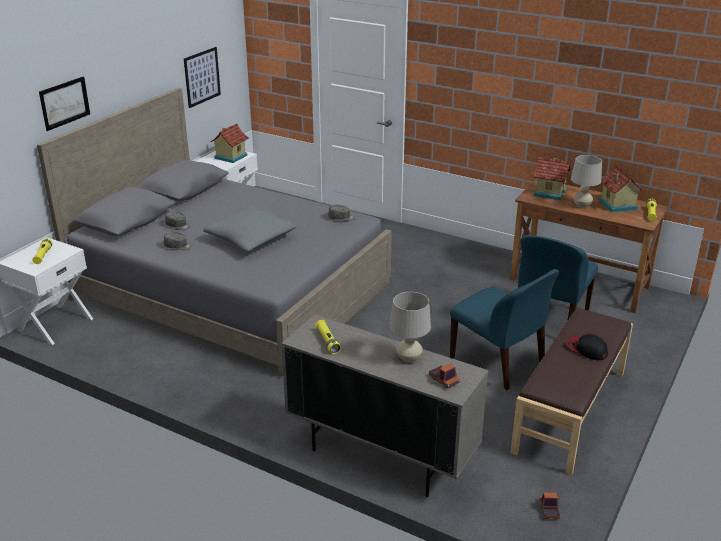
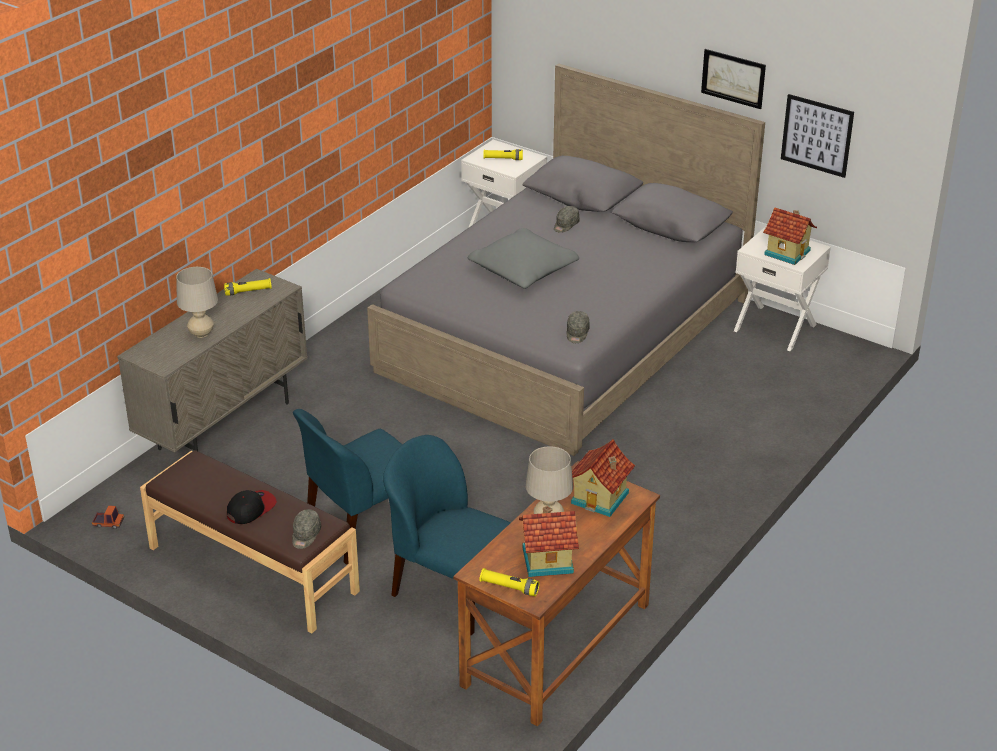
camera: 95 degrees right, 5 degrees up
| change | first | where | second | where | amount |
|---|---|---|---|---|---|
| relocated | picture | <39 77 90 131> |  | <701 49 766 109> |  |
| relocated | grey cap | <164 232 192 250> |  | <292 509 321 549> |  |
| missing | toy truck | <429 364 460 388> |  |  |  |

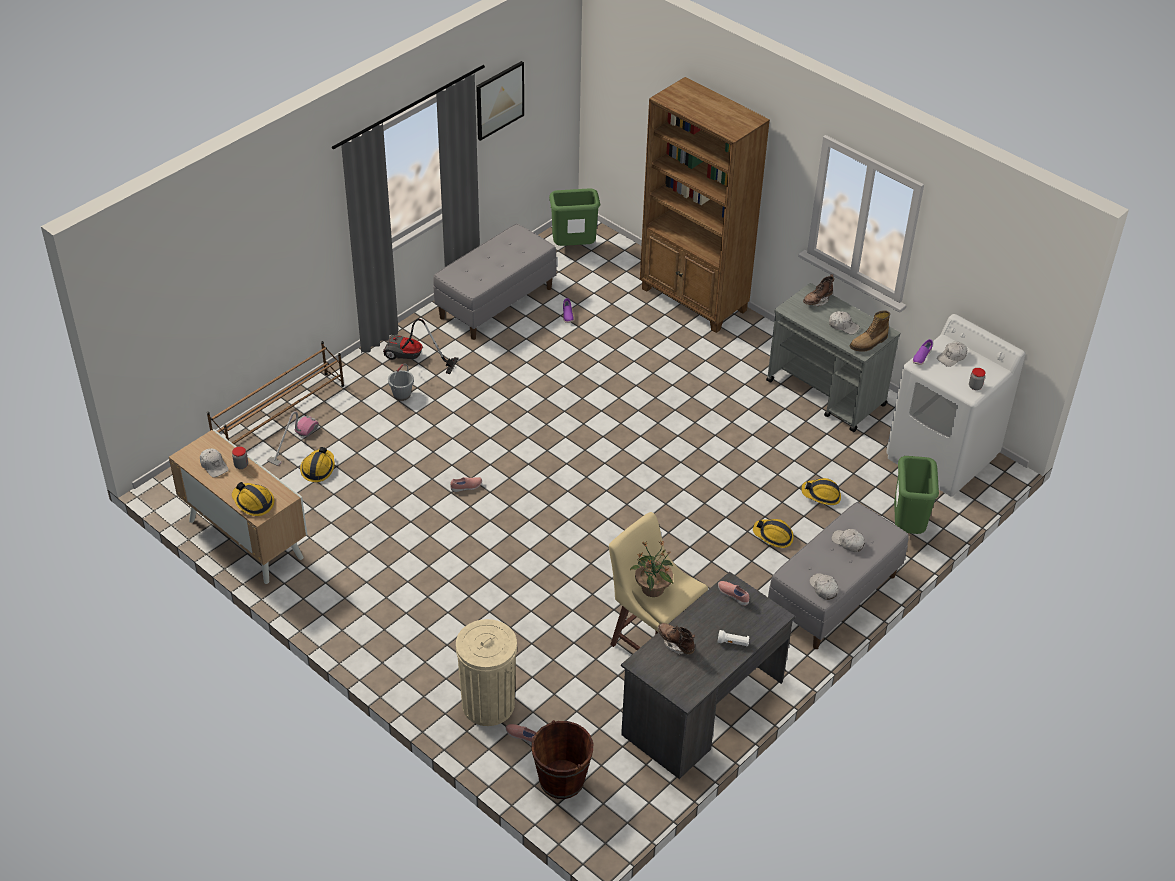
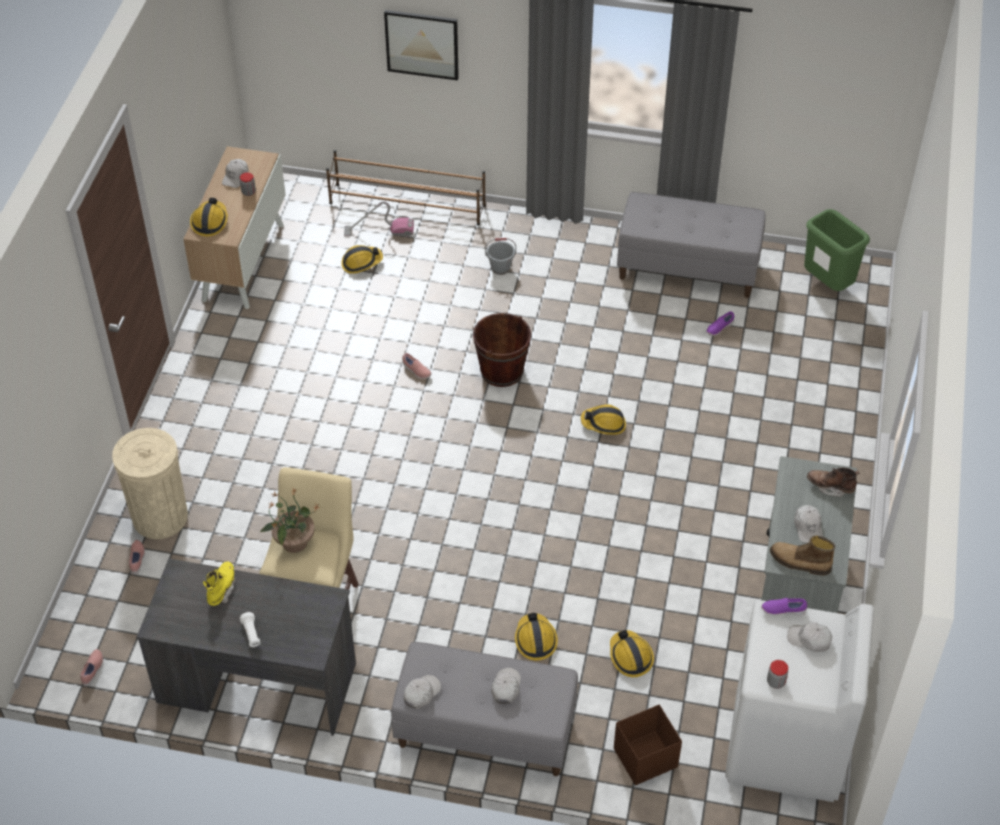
camera: 60 degrees right, 5 degrees up
| change | first | where | second | where | amount |
|---|---|---|---|---|---|
| relocated | picture | <476 61 524 141> |  | <384 10 459 81> |  |
| missing | brown bookcase | <640 77 770 333> |  |  |  |
| missing | vacuum cleaner | <383 319 459 374> |  |  |  |
| exchanged | green trash can | <894 456 939 534> | brown storage box | <614 704 682 786> |  |
| relocated | pink shoe | <718 581 749 606> |  | <80 649 103 687> |  |
| colour | brown boot | <658 623 695 655> | yellow boot | <203 562 236 606> |  |
| relocated | brown bucket | <531 720 593 799> |  | <473 313 531 387> |  |
| appeared |  |  | hard hat | <581 404 626 435> |  |

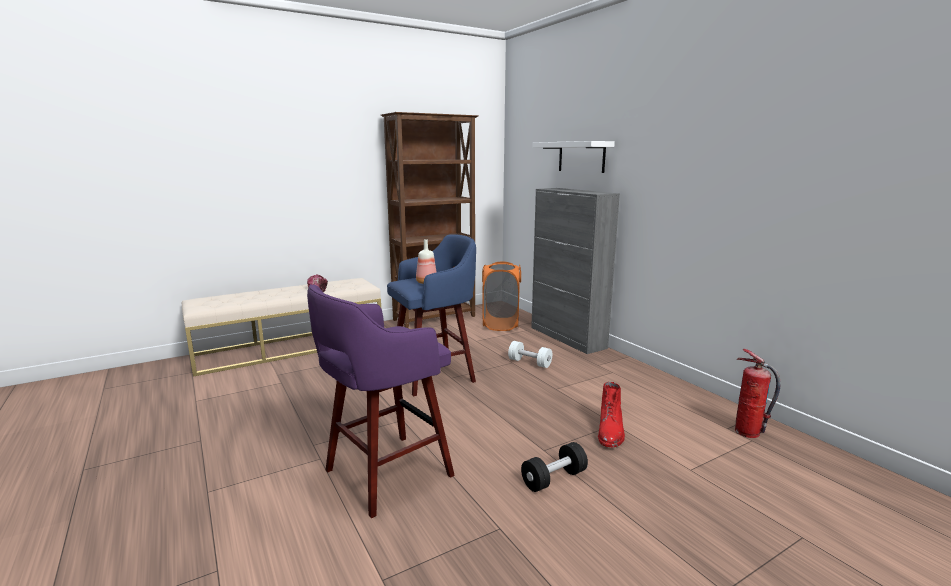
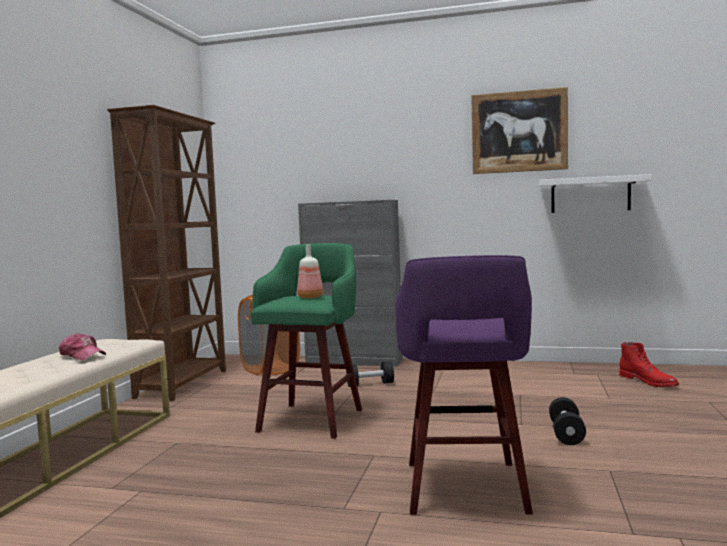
camera: 45 degrees left, 10 degrees down
| change | first | where | second | where | amount |
|---|---|---|---|---|---|
| relocated | white shelf | <532 141 615 173> |  | <539 174 652 213> |  |
| colour | blue stool | <387 234 476 396> | green stool | <251 243 362 439> |  |
| colour | white dumbbell | <508 341 552 368> | black dumbbell | <346 361 394 387> |  |
| missing | fire extinguisher | <735 349 781 438> |  |  |  |
| relocated | red boot | <598 382 625 448> |  | <619 342 679 387> |  |
| appeared |  |  | picture | <471 87 568 174> |  |

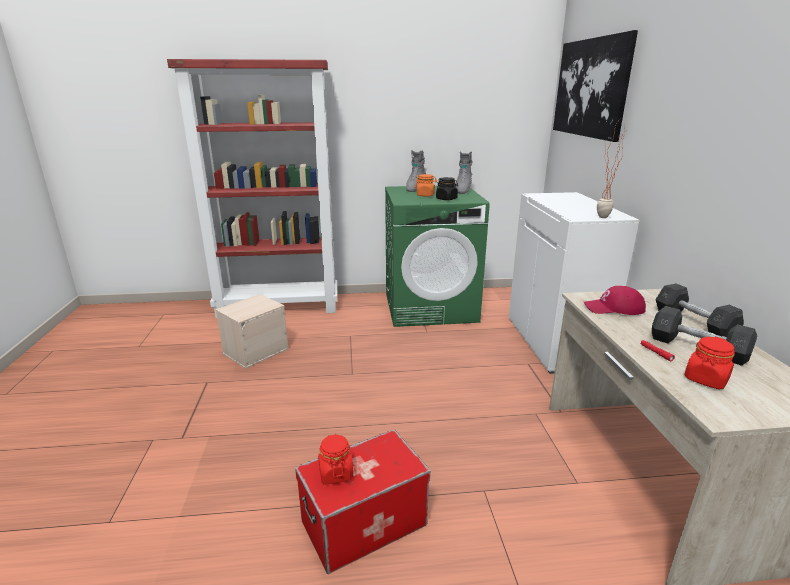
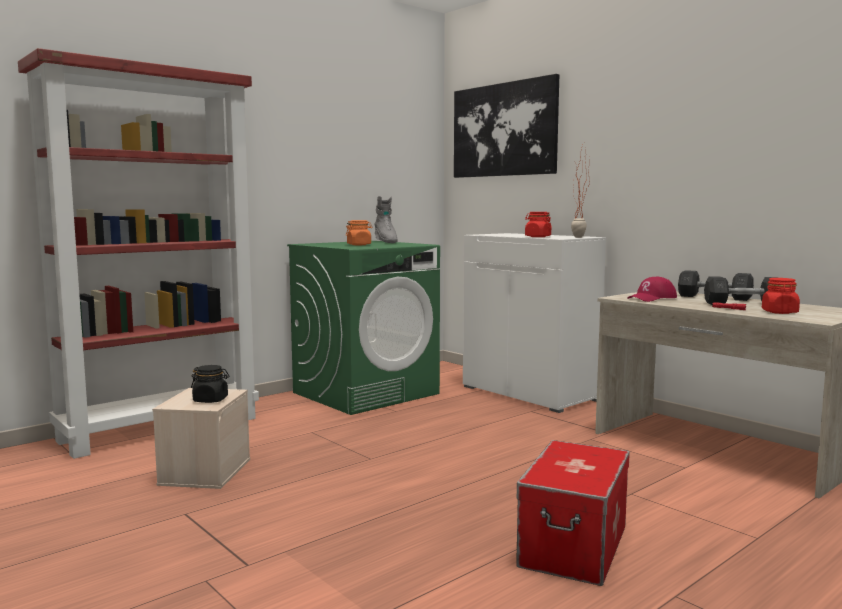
camera: 35 degrees left, 15 degrees down
| change | first | where | second | where | amount |
|---|---|---|---|---|---|
| missing | grey boot | <406 150 426 192> |  |  |  |
| relocated | black jar | <436 177 458 200> |  | <191 365 229 403> |  |
| relocated | red jar | <318 434 354 484> |  | <525 212 552 237> |  |

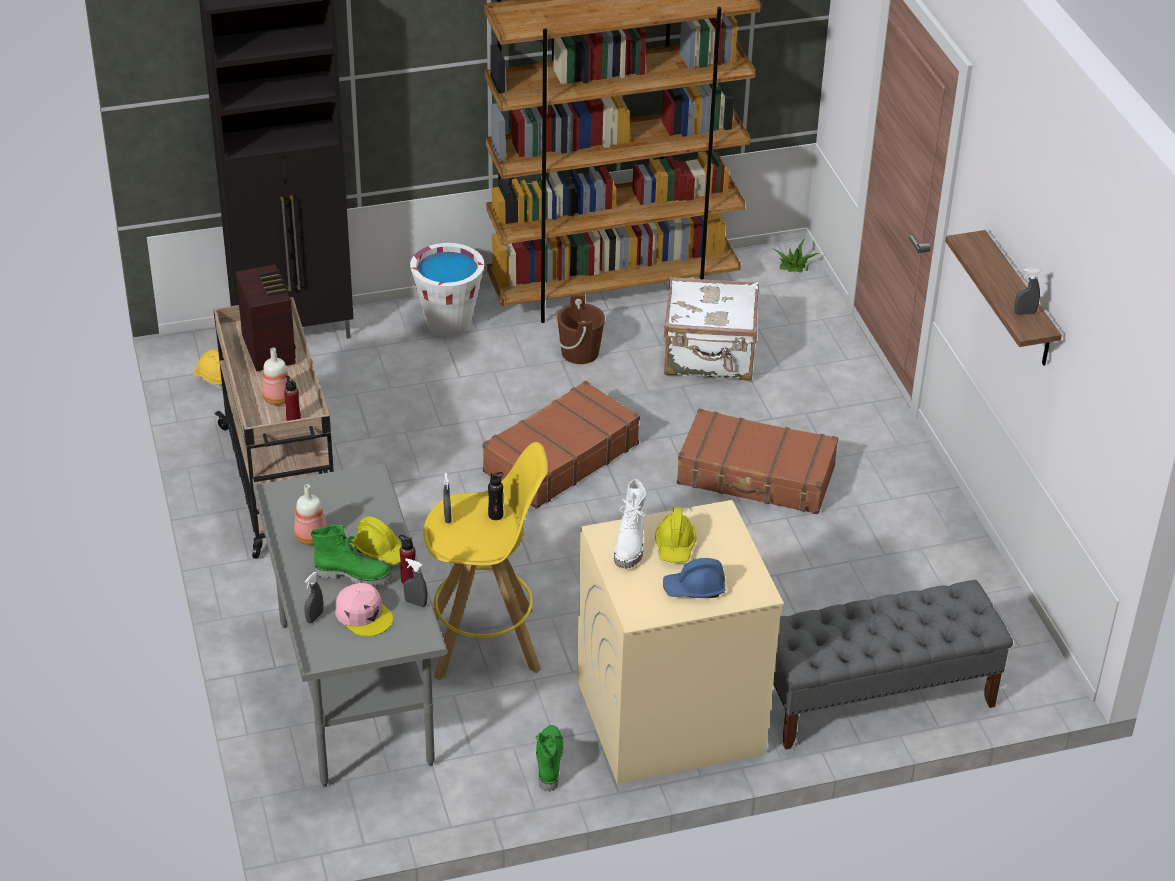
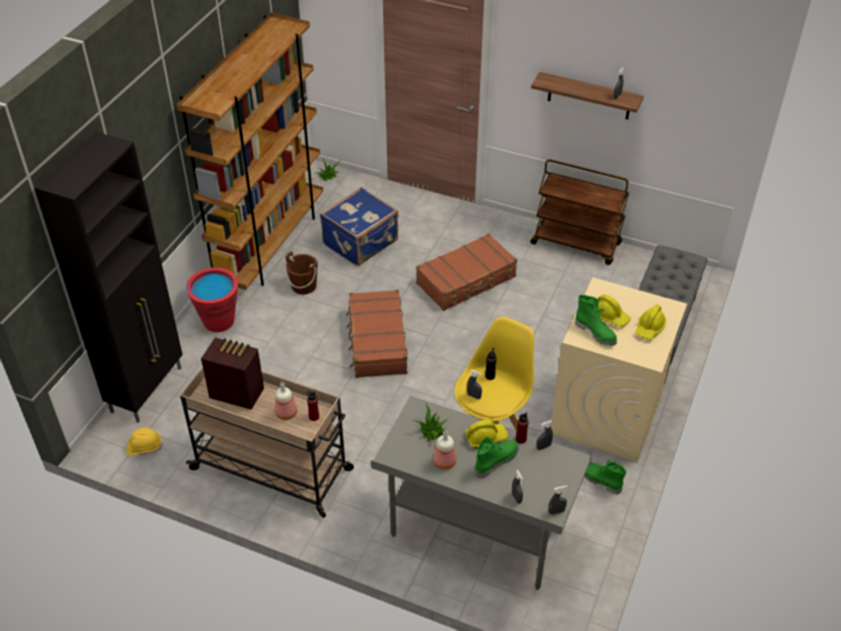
camera: 50 degrees left, 5 degrees up
| change | first | where | second | where | amount |
|---|---|---|---|---|---|
| colour | white bucket | <410 243 484 337> | red bucket | <186 268 238 332> |  |
| colour | white suitcase | <664 277 759 381> | blue suitcase | <320 187 398 266> |  |
| colour | white boot | <614 479 646 569> | green boot | <575 295 617 346> |  |
| colour | blue hard hat | <663 558 726 598> | yellow hard hat | <635 304 666 340> |  |
| missing | pink cap | <335 583 393 636> |  |  |  |
| appeared |  |  | brown cart | <531 159 629 265> |  |
| appeared |  |  | potted plant | <413 403 449 441> |  |
| appeared |  |  | grey spray bottle | <549 486 567 515> |  |

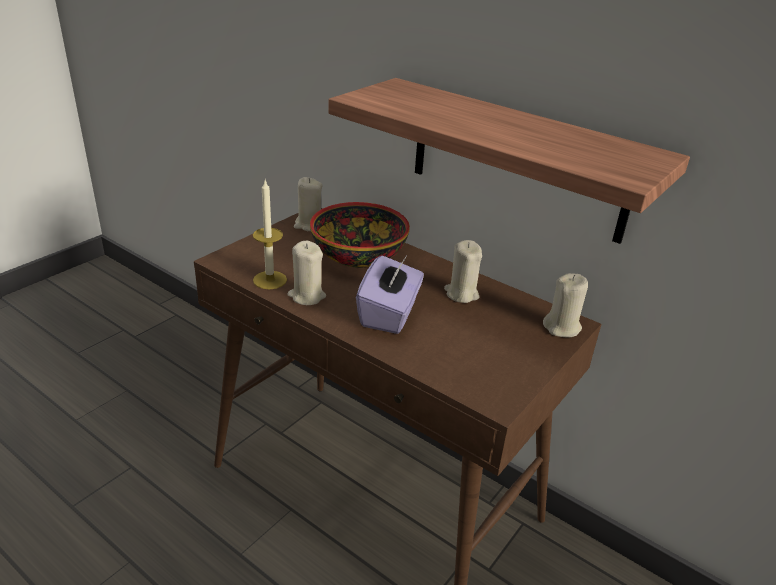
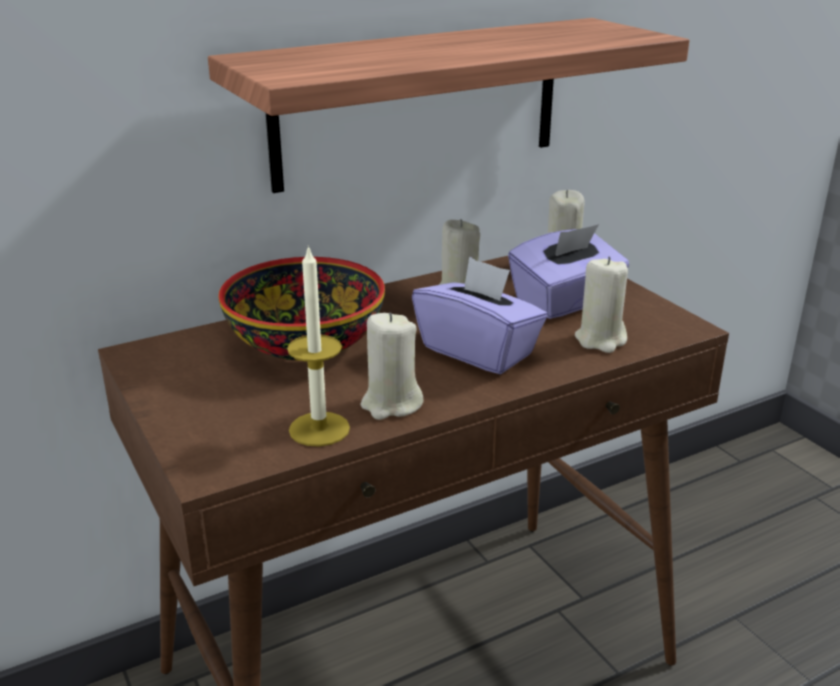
camera: 65 degrees left, 5 degrees down
| change | first | where | second | where | amount |
|---|---|---|---|---|---|
| relocated | beige candle | <294 177 322 231> |  | <575 256 628 353> |  |
| appeared |  |  | purple tissue box | <508 224 629 319> |  |

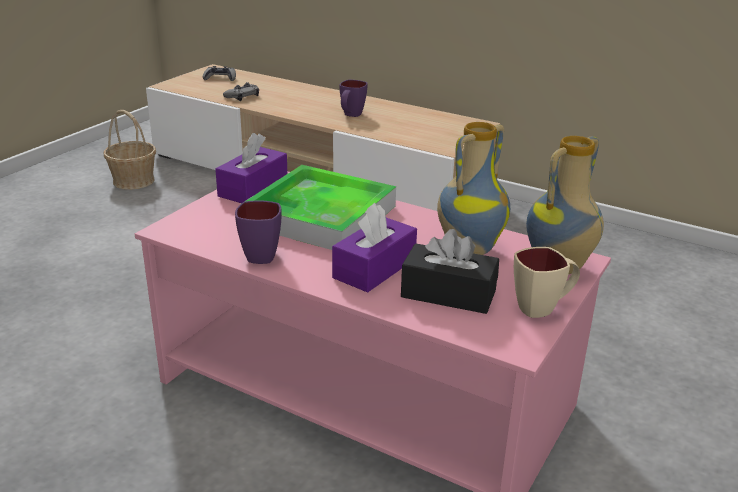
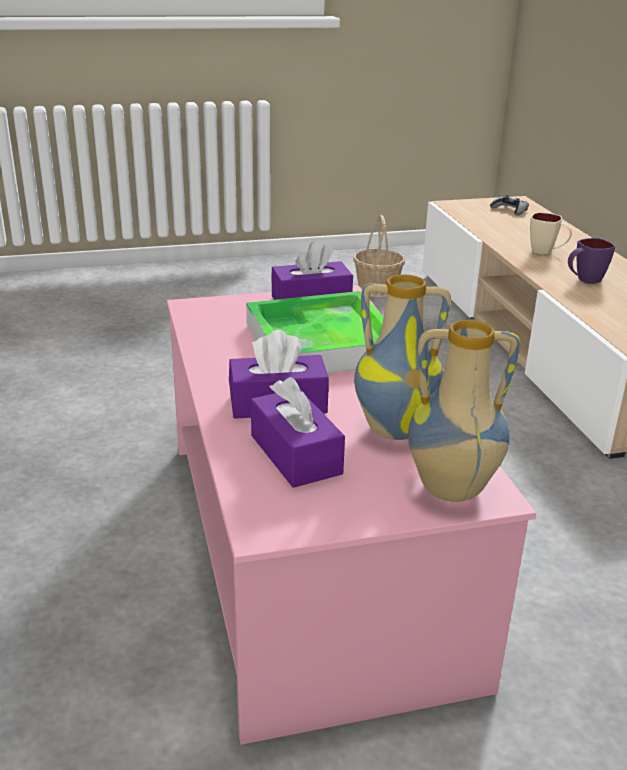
camera: 45 degrees right, 0 degrees up
| change | first | where | second | where | amount |
|---|---|---|---|---|---|
| missing | grey game controller | <223 82 259 101> |  |  |  |
| missing | purple mug | <235 200 281 264> |  |  |  |
| colour | black tissue box | <401 229 499 314> | purple tissue box | <251 377 345 488> |  |
| relocated | beige mug | <514 247 580 318> |  | <530 212 572 255> |  |

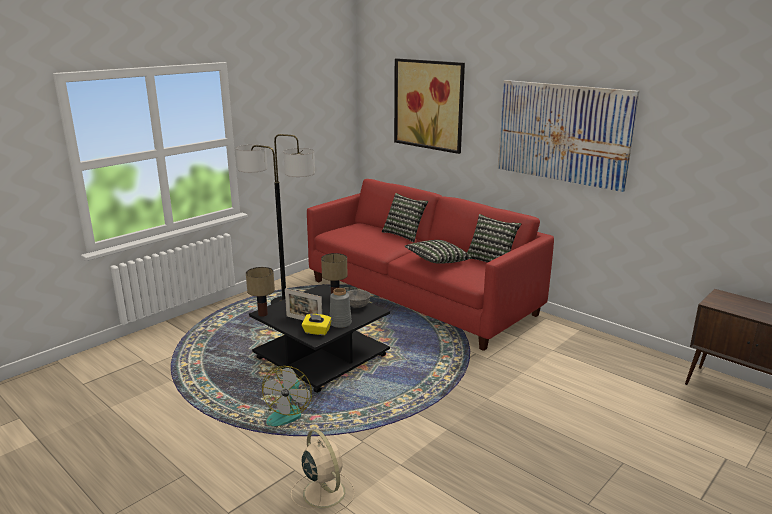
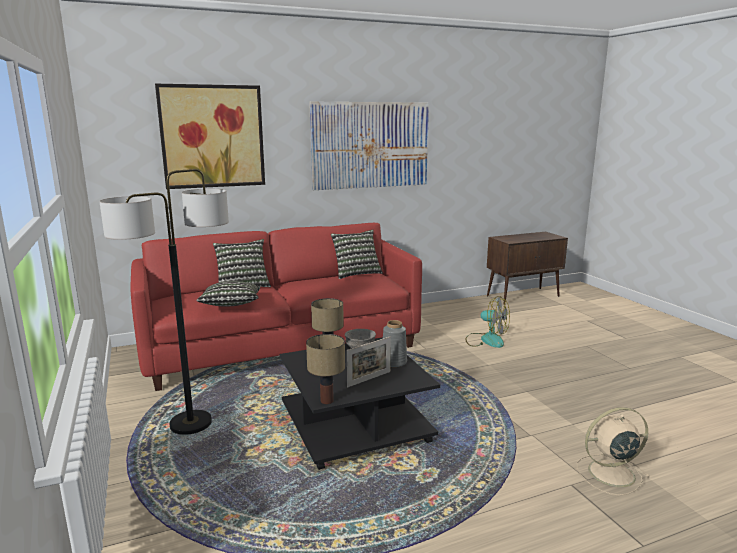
camera: 65 degrees left, 5 degrees down
| change | first | where | second | where | amount |
|---|---|---|---|---|---|
| relocated | pillow | <404 240 471 264> |  | <196 281 260 307> |  |
| missing | yellow tissue box | <302 314 332 335> |  |  |  |
| relocated | fan | <262 366 312 426> |  | <465 296 510 348> |  |

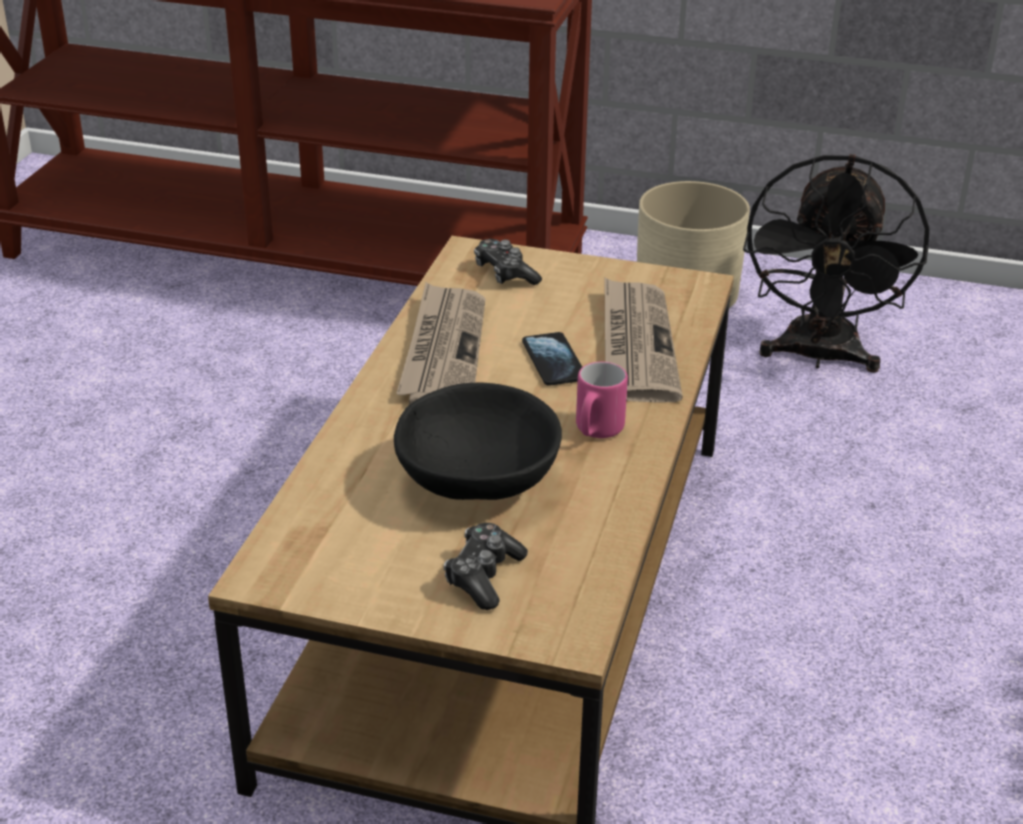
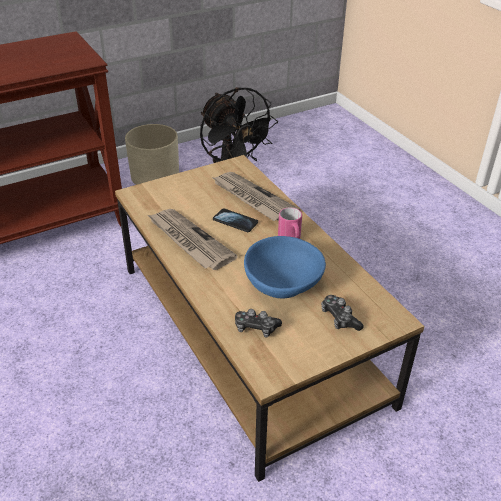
camera: 45 degrees left, 5 degrees up
| change | first | where | second | where | amount |
|---|---|---|---|---|---|
| relocated | game controller | <474 239 542 285> |  | <235 309 282 337> |  |
| colour | black bowl | <394 382 562 500> | blue bowl | <244 236 326 298> |  |

